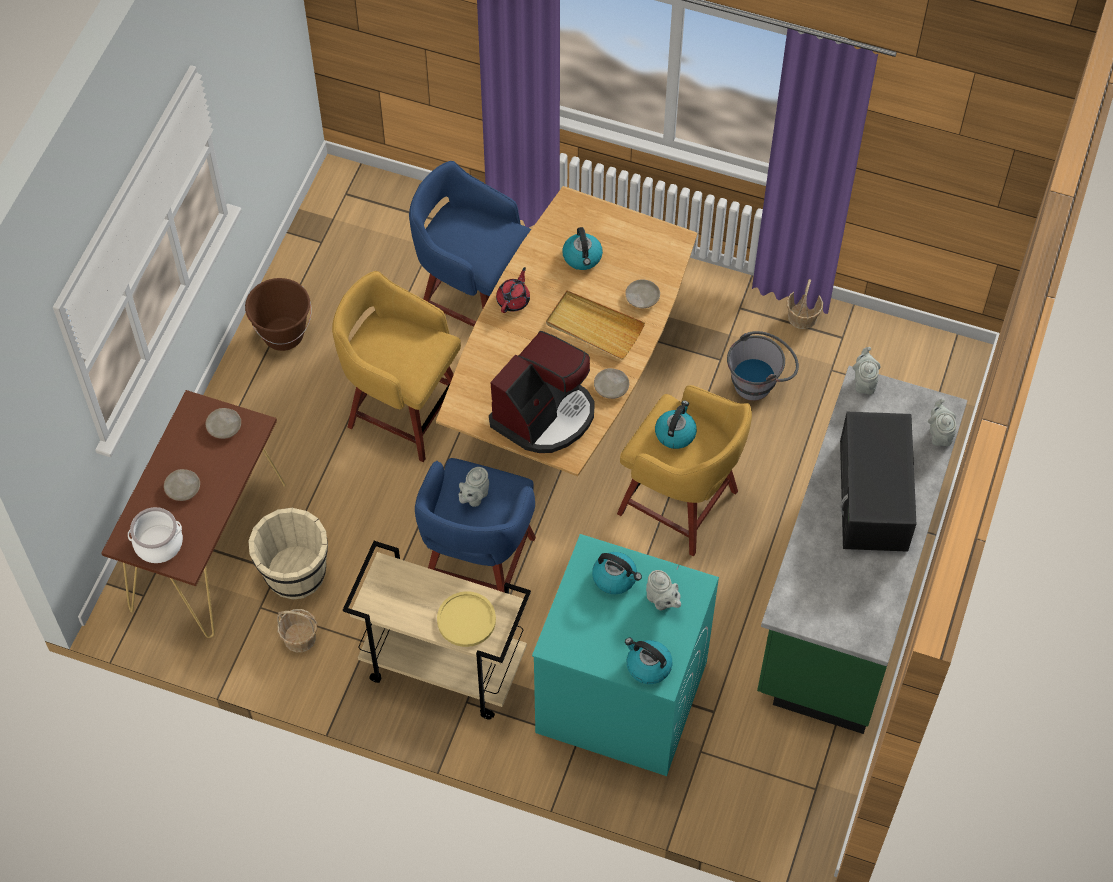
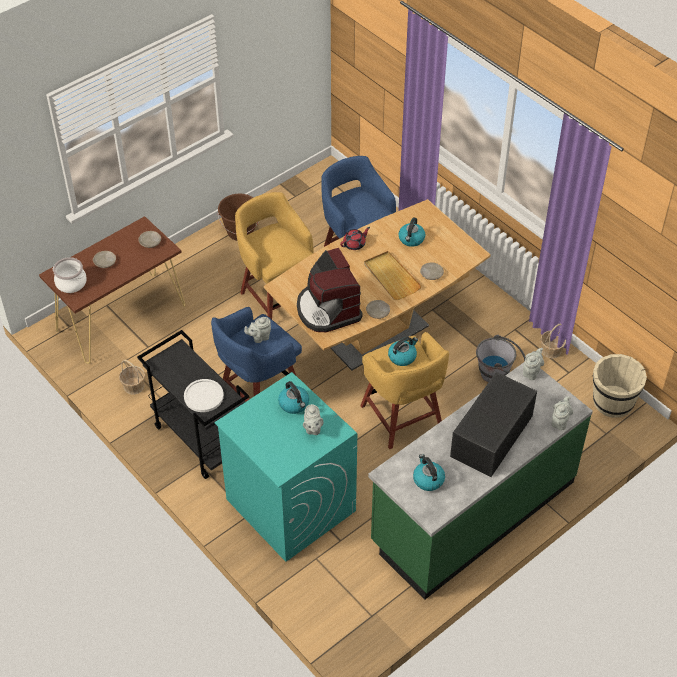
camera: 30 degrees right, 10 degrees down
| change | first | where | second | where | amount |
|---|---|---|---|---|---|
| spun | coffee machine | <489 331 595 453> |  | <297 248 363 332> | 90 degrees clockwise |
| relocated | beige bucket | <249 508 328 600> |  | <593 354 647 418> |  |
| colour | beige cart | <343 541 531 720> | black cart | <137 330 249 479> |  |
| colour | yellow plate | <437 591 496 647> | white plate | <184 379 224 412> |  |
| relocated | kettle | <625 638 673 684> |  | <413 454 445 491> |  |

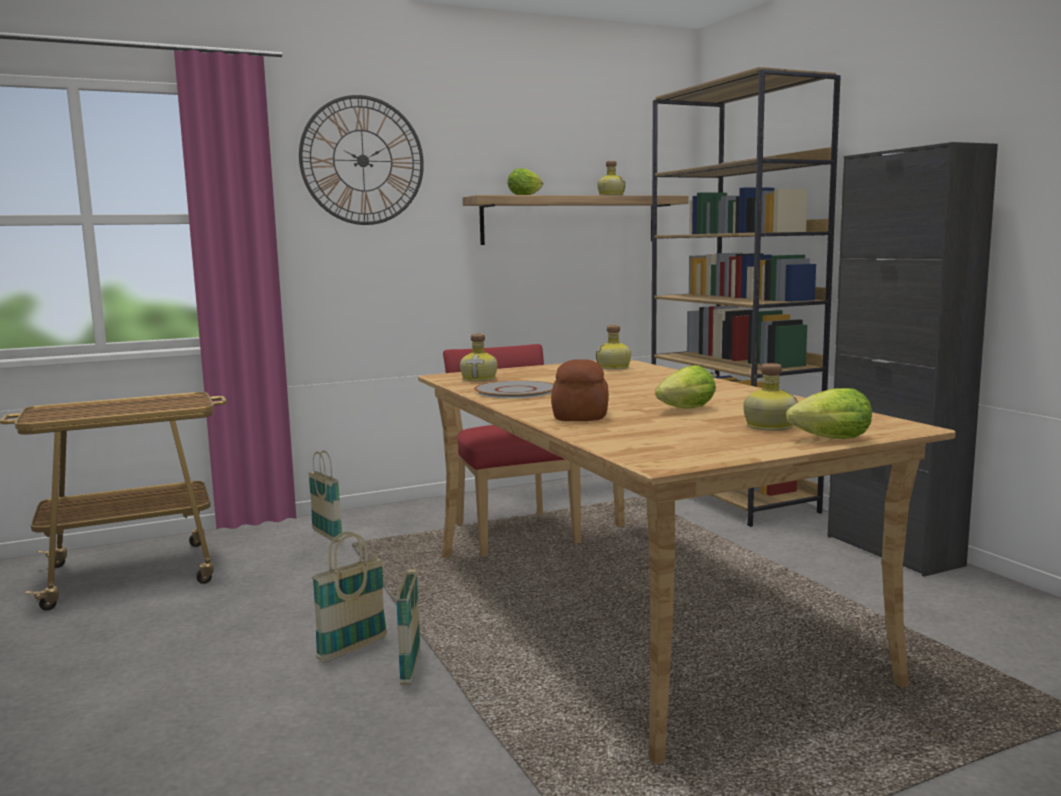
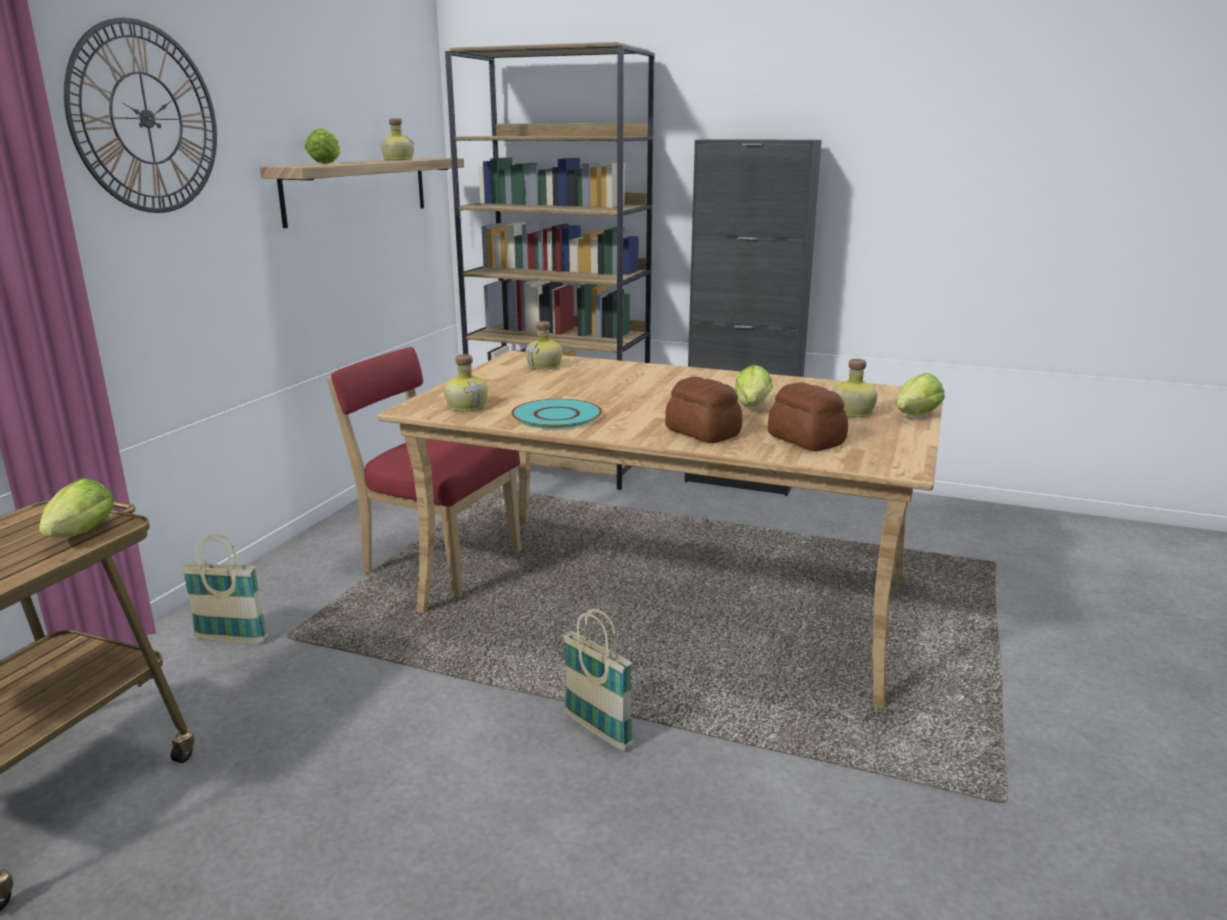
camera: 45 degrees left, 10 degrees up
| change | first | where | second | where | amount |
|---|---|---|---|---|---|
| colour | grey plate | <474 380 554 398> | turquoise plate | <511 399 602 429> |  |
| missing | basket | <312 532 387 662> |  |  |  |
| appeared |  |  | bread | <768 382 848 451> |  |
| appeared |  |  | lettuce | <39 478 114 538> |  |

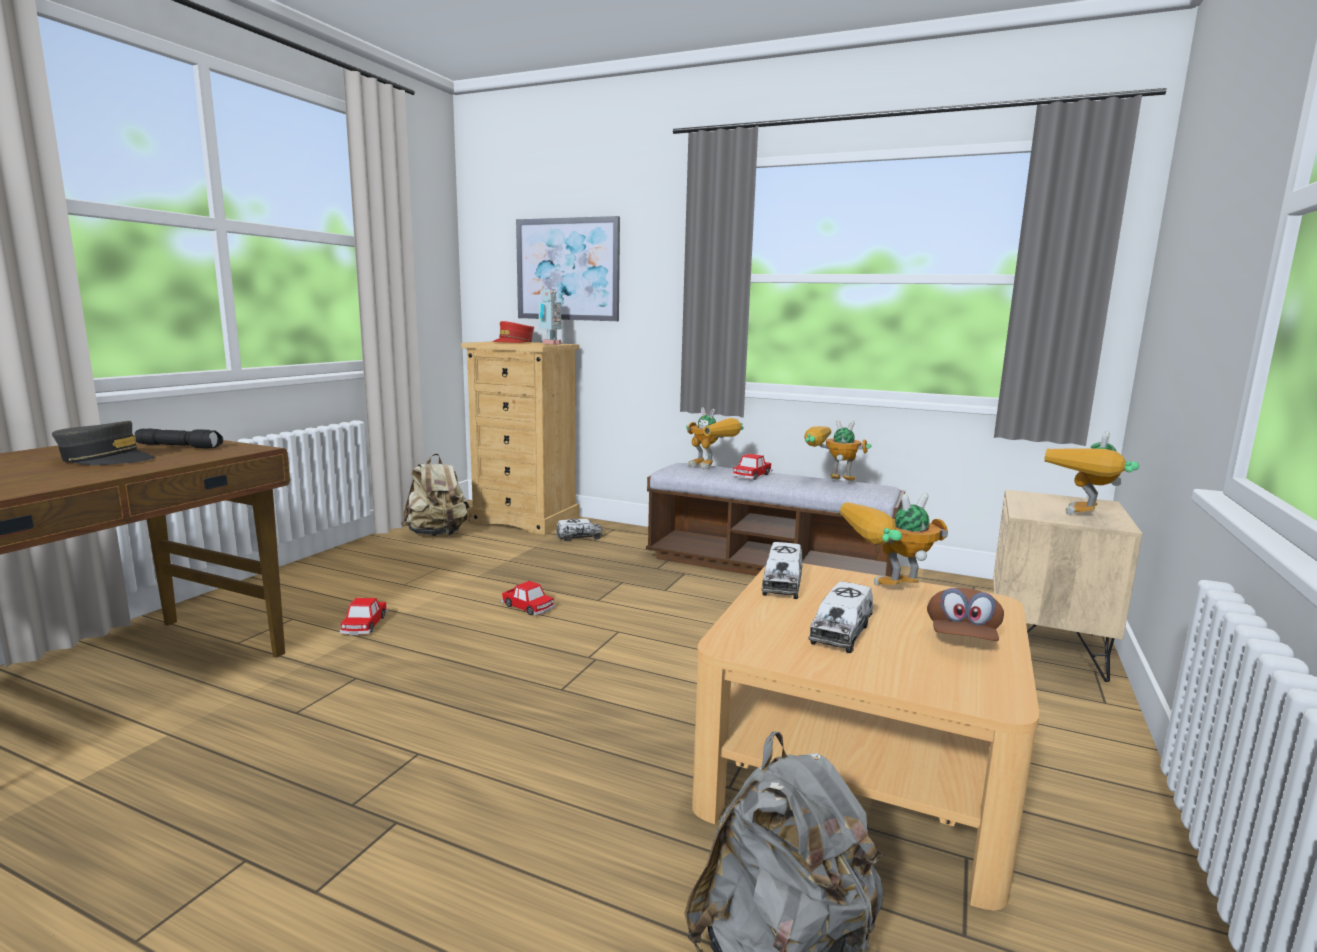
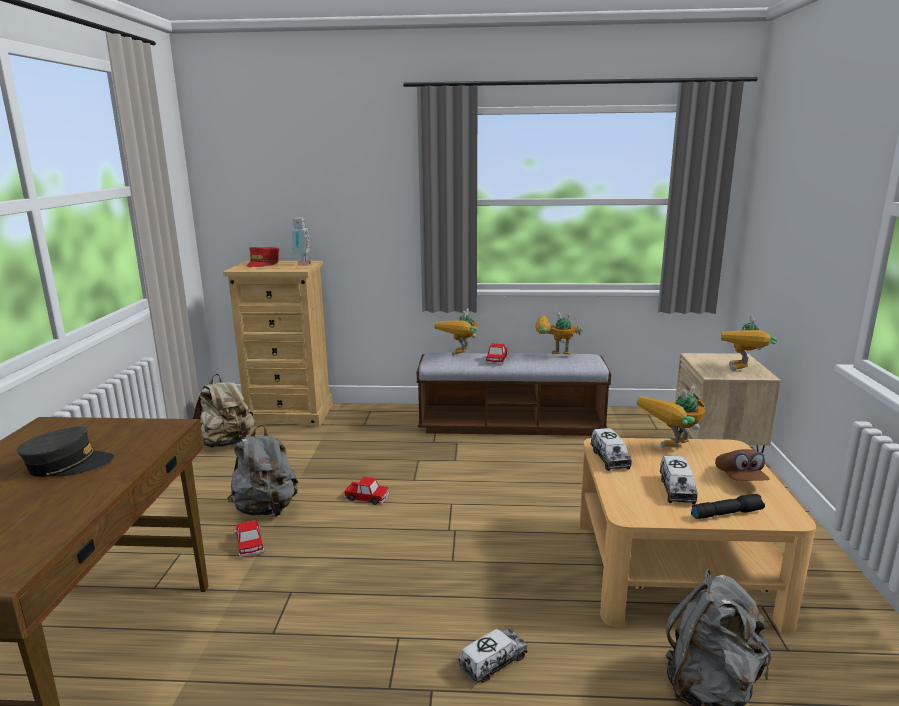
camera: 20 degrees left, 5 degrees up
| change | first | where | second | where | amount |
|---|---|---|---|---|---|
| missing | picture | <516 216 620 321> |  |  |  |
| spun | toy robot | <686 407 744 470> |  | <435 308 478 356> | 90 degrees clockwise |
| relocated | black flashlight | <135 429 223 449> |  | <691 494 765 519> |  |
| relocated | toy truck | <556 519 603 541> |  | <458 629 528 684> |  |
| appeared |  |  | grey backpack | <227 425 298 516> |  |

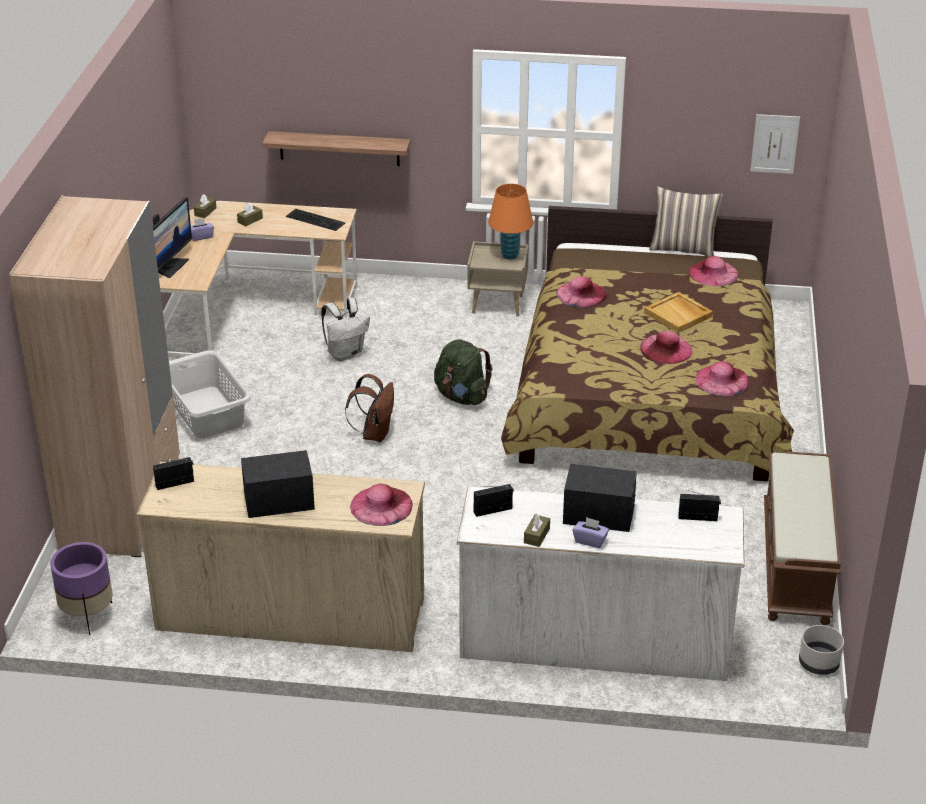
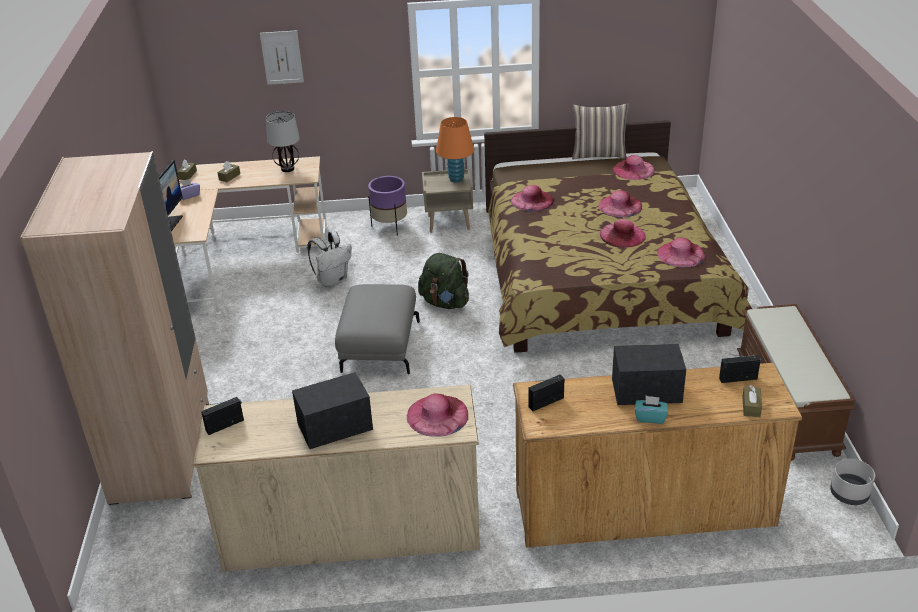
camera: 10 degrees left, 0 degrees up
| change | first | where | second | where | amount |
|---|---|---|---|---|---|
| relocated | picture | <750 114 800 174> |  | <260 30 304 85> |  |
| missing | shelf | <262 131 410 166> |  |  |  |
| exchanged | keyboard | <286 209 346 231> | table lamp | <266 111 300 172> |  |
| exchanged | beige tray | <644 292 713 333> | pink hat | <598 190 642 217> |  |
| missing | grey laundry basket | <169 350 251 438> |  |  |  |
| exchanged | brown backpack | <345 374 394 442> | grey ottoman | <335 284 420 374> |  |
| colour | white dresser | <457 487 744 681> | brown dresser | <513 363 802 547> |  |
| relocated | brown tissue box | <524 513 550 547> |  | <742 385 762 417> |  |
| colour | purple tissue box | <573 517 609 548> | turquoise tissue box | <635 396 668 424> |  |
| relocated | purple planter | <50 542 113 635> |  | <368 176 407 236> |  |

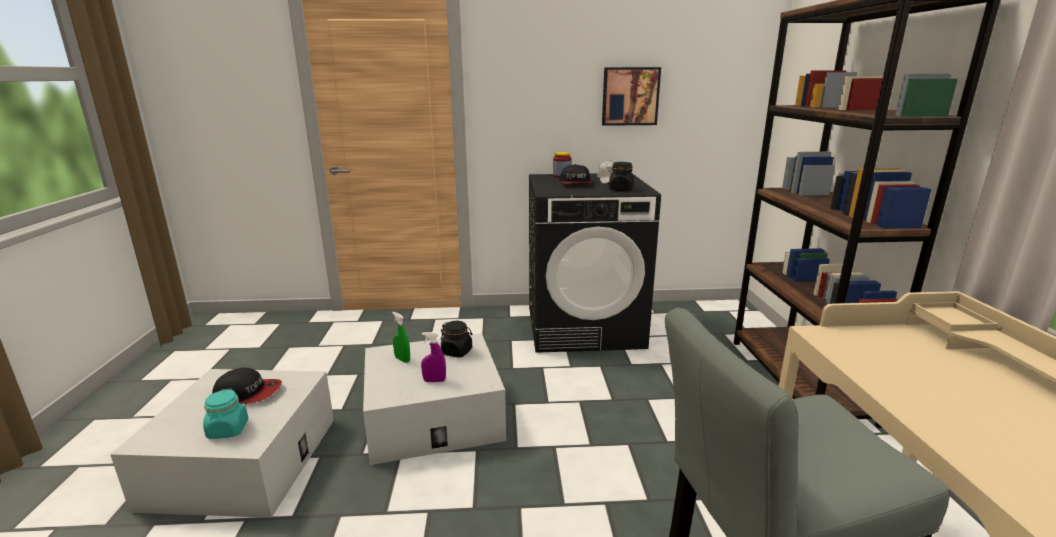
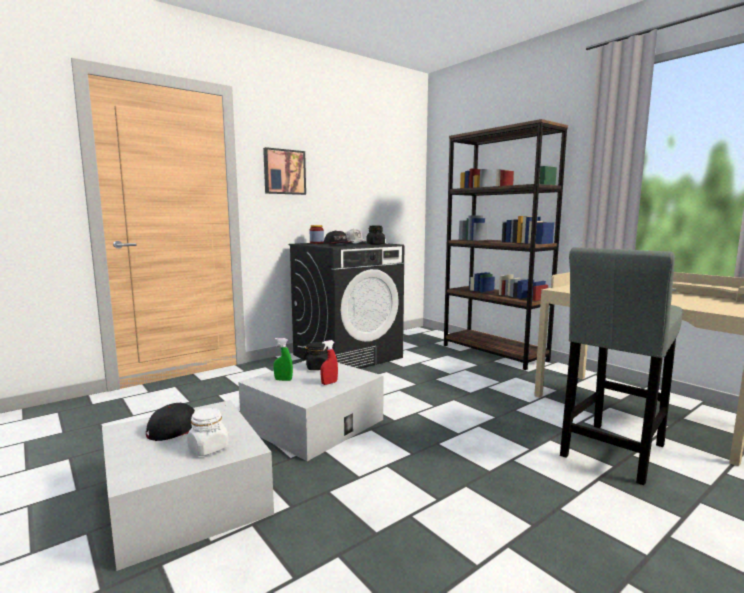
camera: 35 degrees left, 10 degrees down
| change | first | where | second | where | amount |
|---|---|---|---|---|---|
| relocated | picture | <602 67 661 126> |  | <263 147 306 195> |  |
| colour | purple spray bottle | <421 332 446 382> | red spray bottle | <320 340 338 385> |  |
| colour | turquoise jar | <203 389 248 439> | white jar | <187 408 229 456> |  |

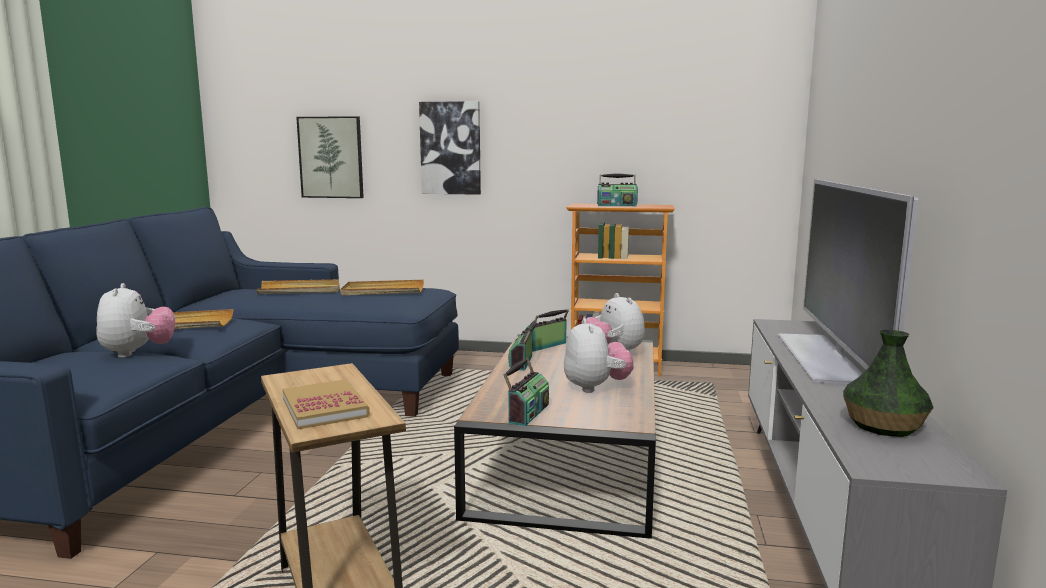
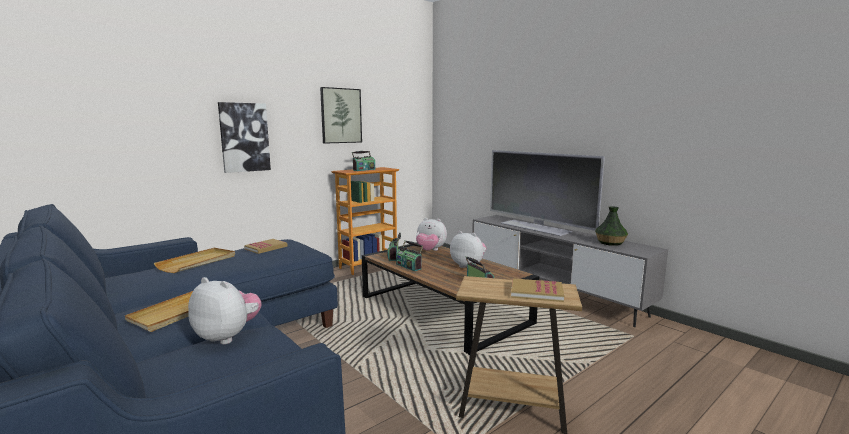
camera: 50 degrees left, 0 degrees up
| change | first | where | second | where | amount |
|---|---|---|---|---|---|
| relocated | picture | <296 116 364 198> |  | <320 87 362 144> |  |
| exchanged | beige tray | <341 280 424 295> | book | <244 239 288 254> |  |

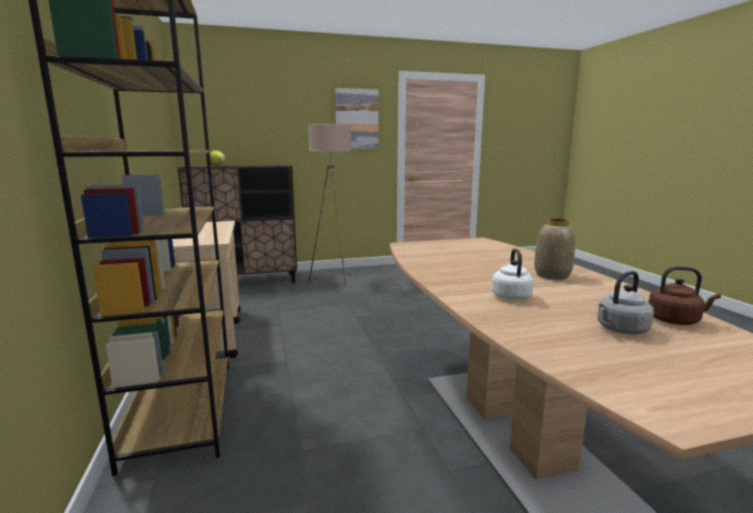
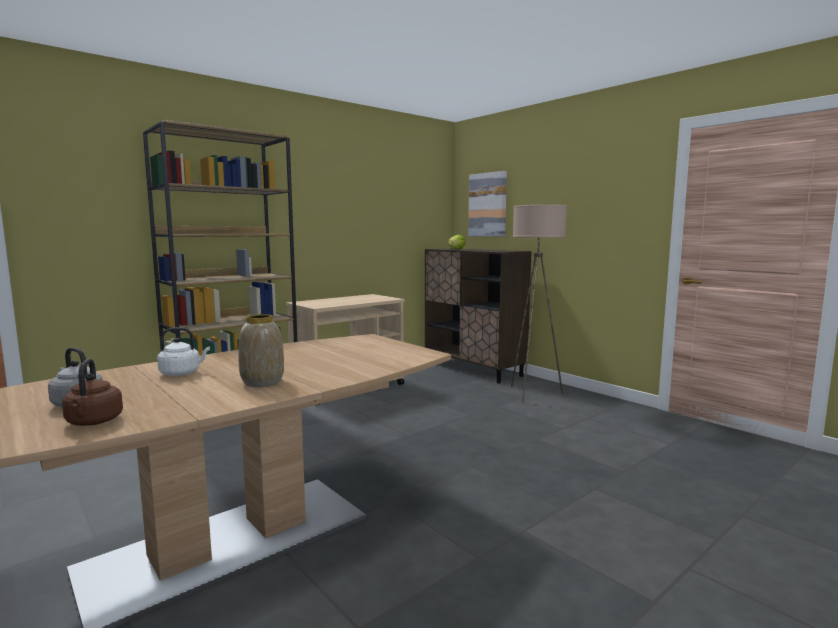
camera: 65 degrees right, 5 degrees down
| change | first | where | second | where | amount |
|---|---|---|---|---|---|
| relocated | picture | <335 88 379 149> |  | <468 171 507 237> |  |

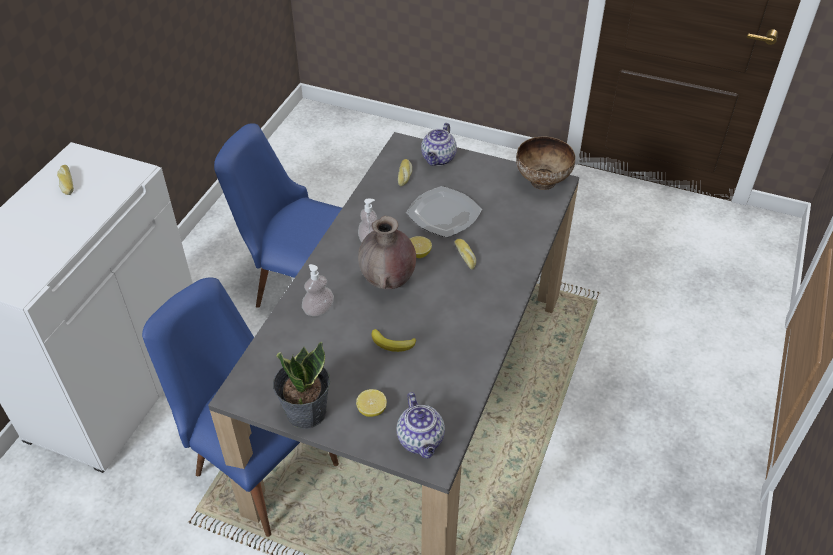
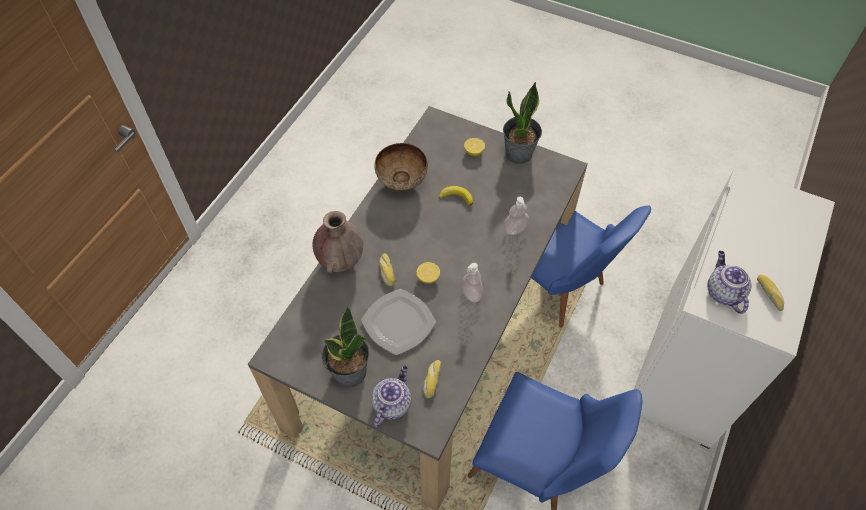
camera: 175 degrees left, 10 degrees up
| change | first | where | second | where | amount |
|---|---|---|---|---|---|
| relocated | bowl | <516 137 575 190> |  | <374 143 428 192> |  |
| relocated | brown vase | <358 216 416 289> |  | <312 211 363 273> |  |
| relocated | teapot | <396 392 445 459> |  | <707 251 752 314> |  |
| appeared |  |  | potted plant | <321 306 369 387> |  |

